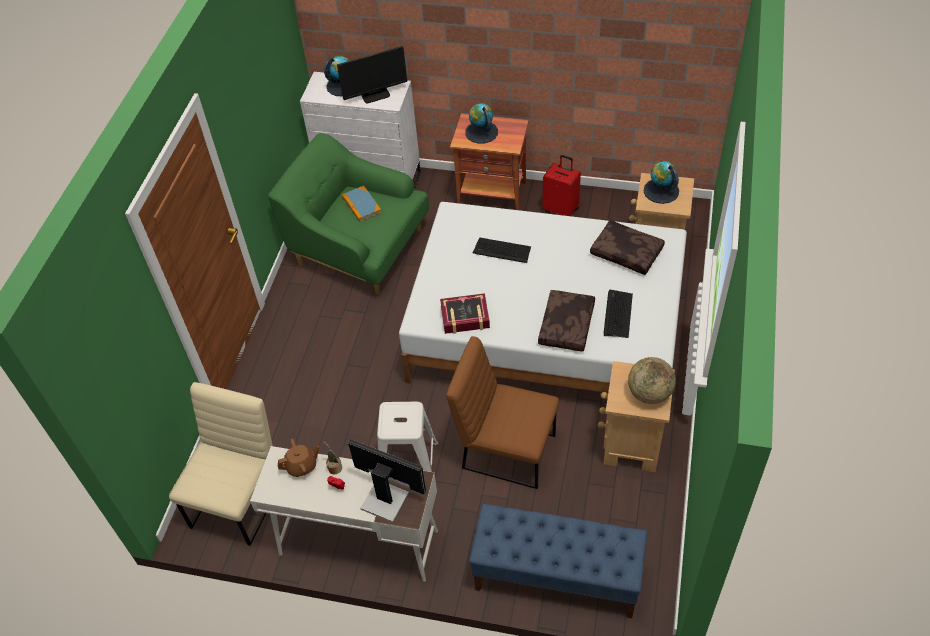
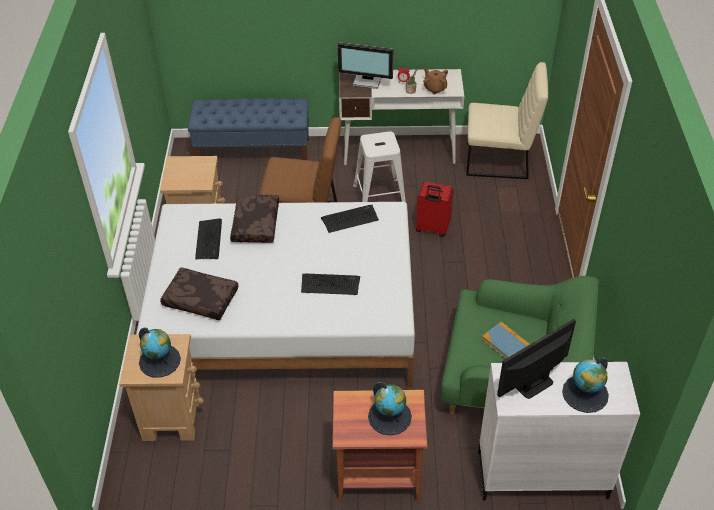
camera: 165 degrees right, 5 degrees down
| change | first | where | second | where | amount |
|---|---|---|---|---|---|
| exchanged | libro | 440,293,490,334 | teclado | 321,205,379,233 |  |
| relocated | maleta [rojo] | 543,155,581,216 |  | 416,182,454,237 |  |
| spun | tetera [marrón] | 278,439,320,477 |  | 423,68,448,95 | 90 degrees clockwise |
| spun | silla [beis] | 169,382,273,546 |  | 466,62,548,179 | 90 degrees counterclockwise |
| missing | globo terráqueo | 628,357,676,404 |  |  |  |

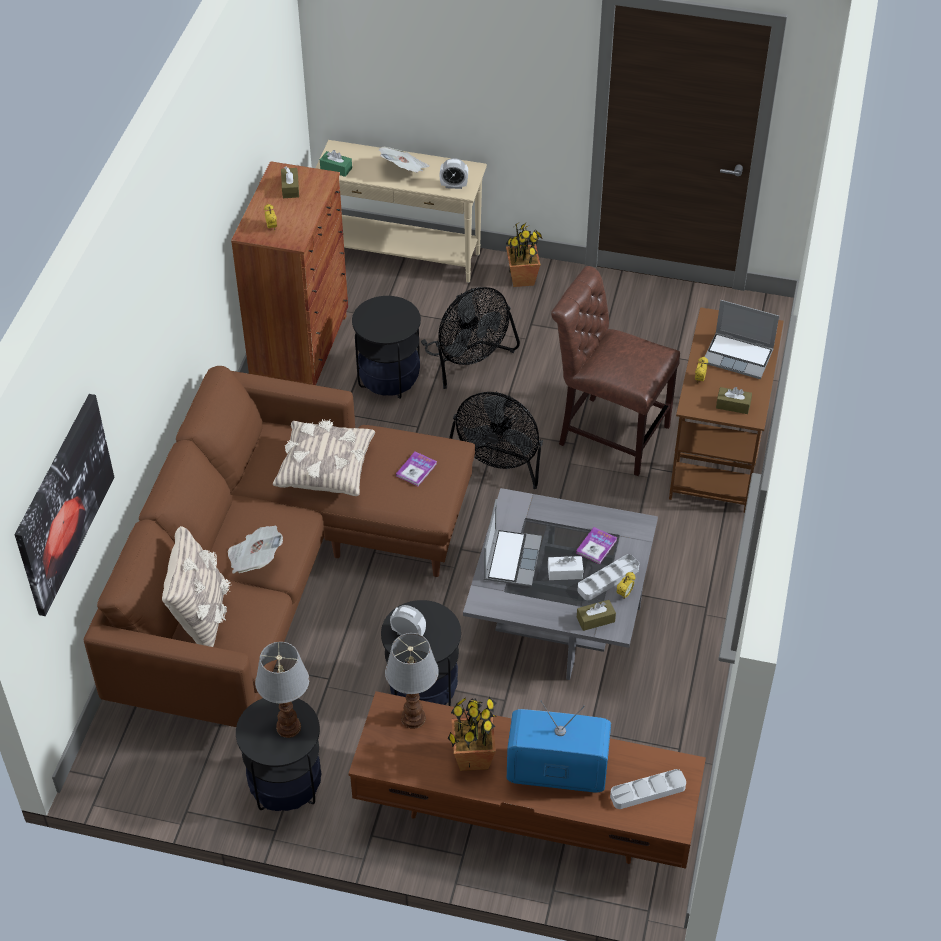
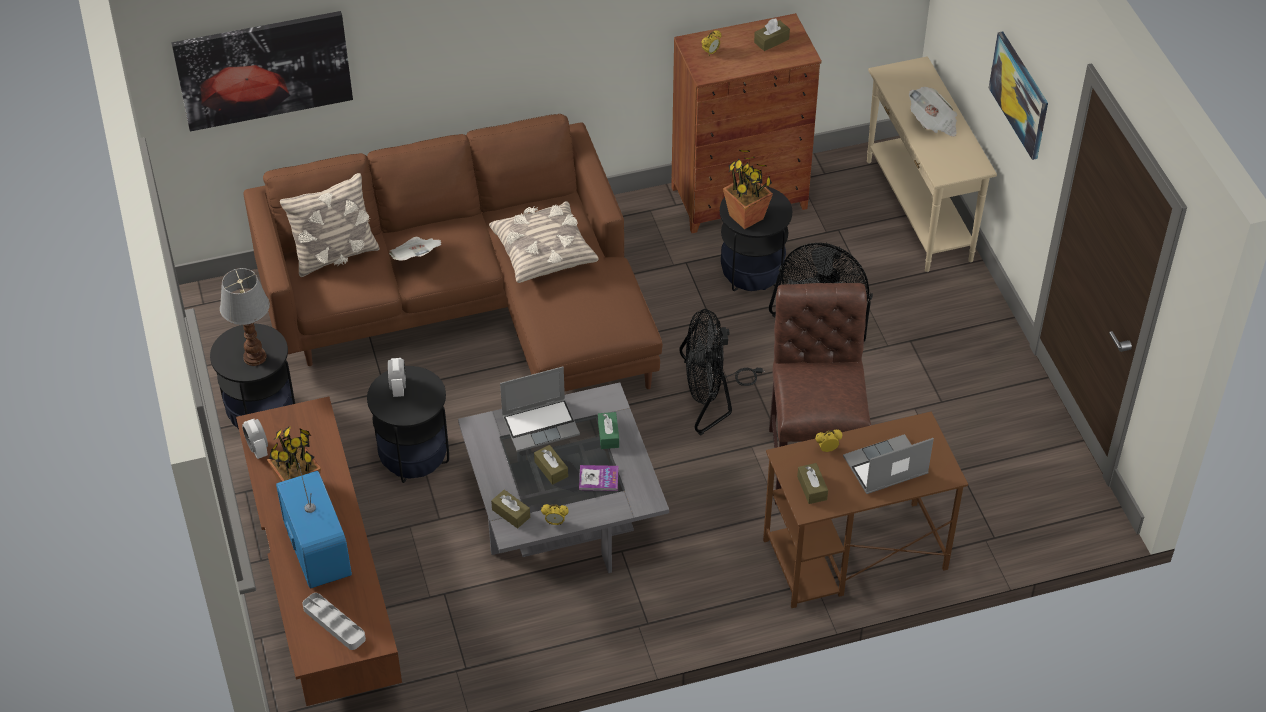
camera: 60 degrees right, 0 degrees up
| change | first | where | second | where | amount |
|---|---|---|---|---|---|
| relocated | despertador | 439,158,468,189 |  | 242,419,268,459 |  |
| colour | caja de pañuelos [blanco] | 548,556,583,580 | caja de pañuelos [marrón] | 534,445,568,485 |  |
| relocated | caja de pañuelos [verde] | 320,150,352,177 |  | 598,412,619,449 |  |
| relocated | planta en maceta | 506,223,542,287 |  | 723,150,773,229 |  |
| spun | portátil | 704,300,779,379 |  | 843,434,934,494 | 75 degrees clockwise |
| appeared |  |  | cuadro | 989,31,1048,160 |  |
| missing | lámpara de mesa | 385,633,439,729 |  |  |  |
| missing | libro | 396,451,437,486 |  |  |  |
| missing | bandeja [gris] | 577,554,639,600 |  |  |  |

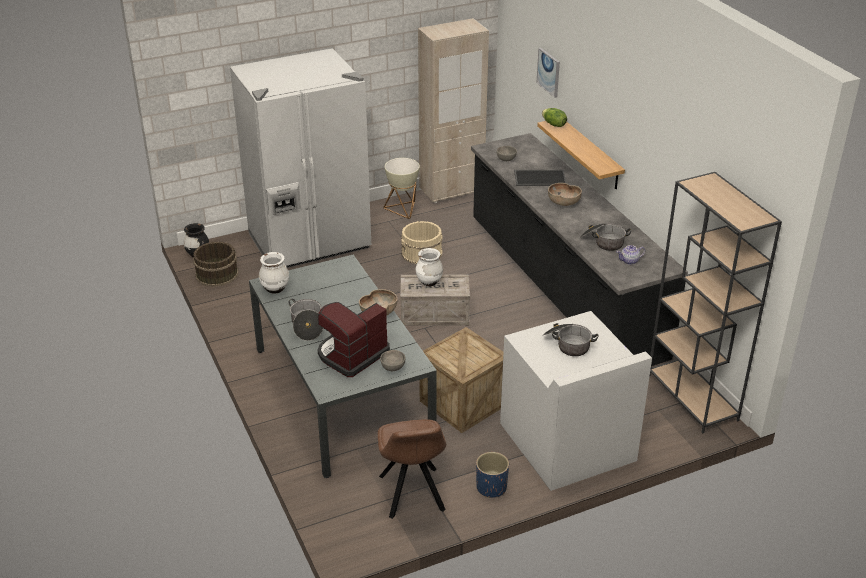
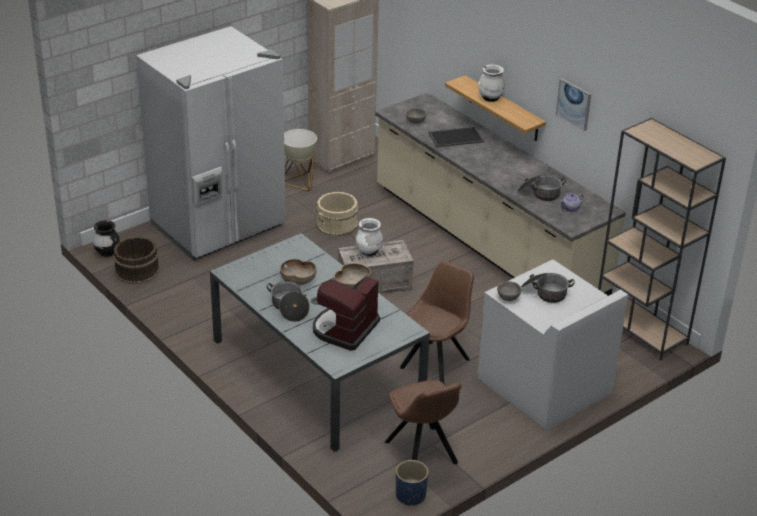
camera: 15 degrees left, 0 degrees up
| change | first | where | second | where | amount |
|---|---|---|---|---|---|
| relocated | cuenco [marrón] | 548,183,582,206 |  | 280,259,316,285 |  |
| colour | mueble bajo de cocina [negro] | 471,133,688,366 | mueble bajo de cocina [beis] | 375,92,626,296 |  |
| relocated | maceta [azul] | 476,452,509,498 |  | 396,460,429,506 |  |
| exchanged | caja de embalaje | 419,327,503,433 | silla [marrón] | 400,261,474,383 |  |
| relocated | florero [blanco] | 259,252,289,294 |  | 478,64,505,102 |  |
| relocated | cuenco [gris] | 380,350,405,371 |  | 497,281,521,301 |  |
| relocated | cuadro | 536,48,560,98 |  | 556,78,591,131 |  |
| missing | lechuga | 542,108,567,127 |  |  |  |

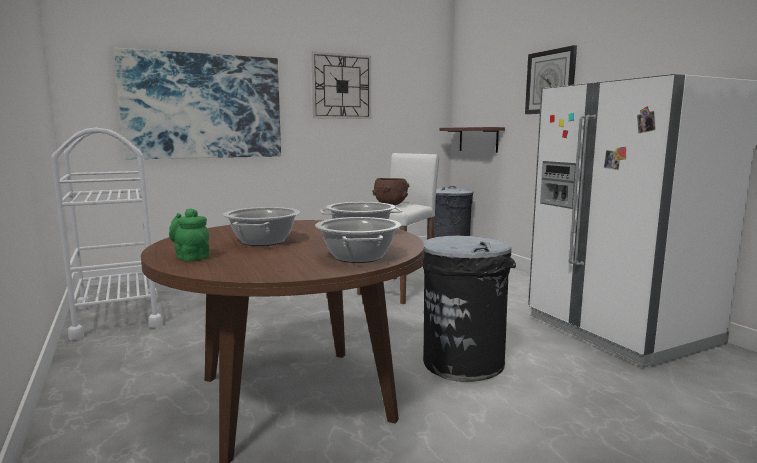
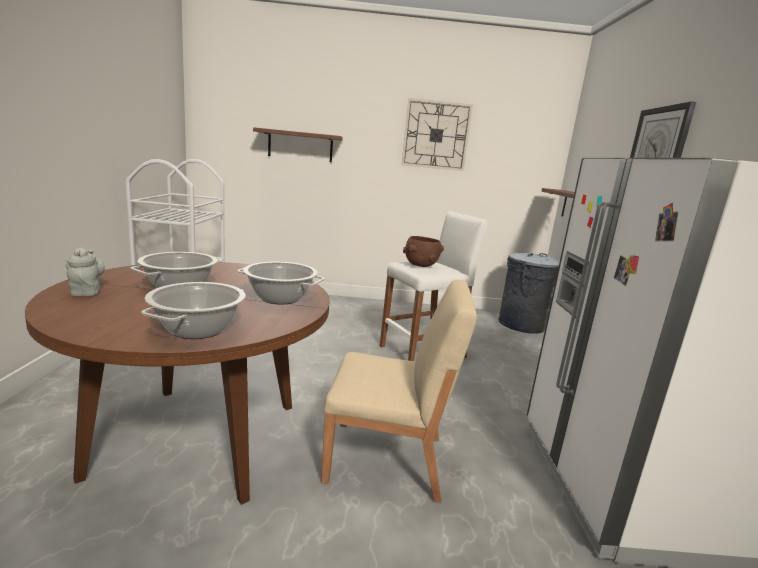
camera: 25 degrees right, 5 degrees up
| change | first | where | second | where | amount |
|---|---|---|---|---|---|
| colour | tetera [verde] | 169,208,210,261 | tetera [gris] | 66,247,105,296 |  |
| exchanged | cuadro | 114,48,281,159 | estante | 253,127,343,162 |  |
| exchanged | papelera [negro] | 422,235,516,382 | silla [beis] | 321,280,477,503 |  |

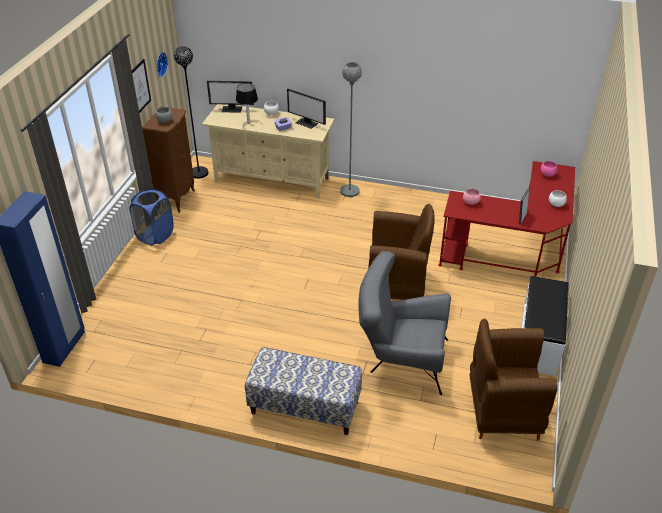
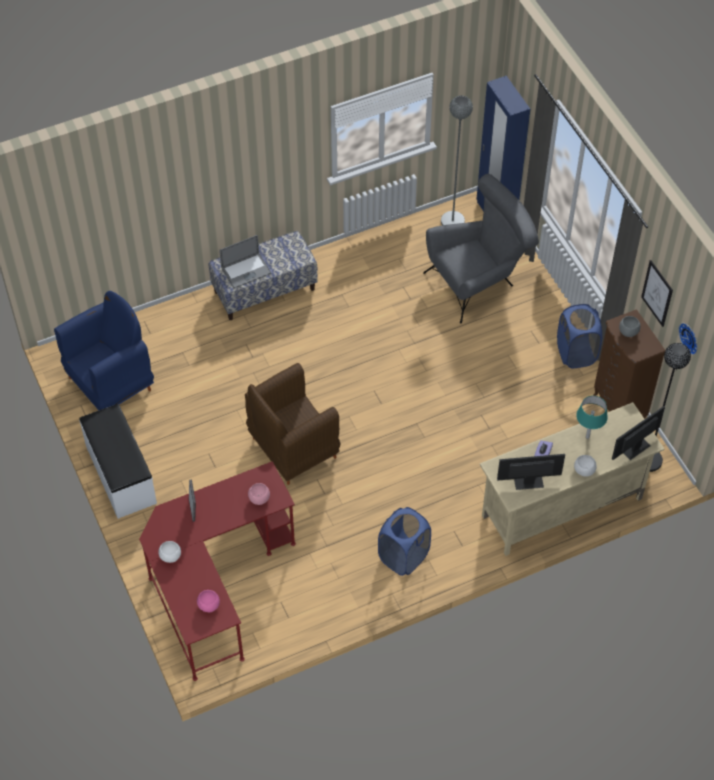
camera: 140 degrees right, 15 degrees up
| change | first | where | second | where | amount |
|---|---|---|---|---|---|
| colour | sillón [marrón] | 470,319,558,440 | sillón [azul] | 54,291,154,410 |  |
| appeared |  |  | portátil | 219,235,271,289 |  |
| appeared |  |  | cesto de la ropa [azul] | 378,507,431,576 |  |
| relocated | sillón [gris] | 358,251,451,395 |  | 423,174,539,324 |  |
| relocated | lámpara de pie [gris] | 340,62,362,197 |  | 441,95,473,225 |  |
| colour | lámpara de mesa [negro] | 236,83,258,124 | lámpara de mesa [turquesa] | 576,396,608,439 |  |

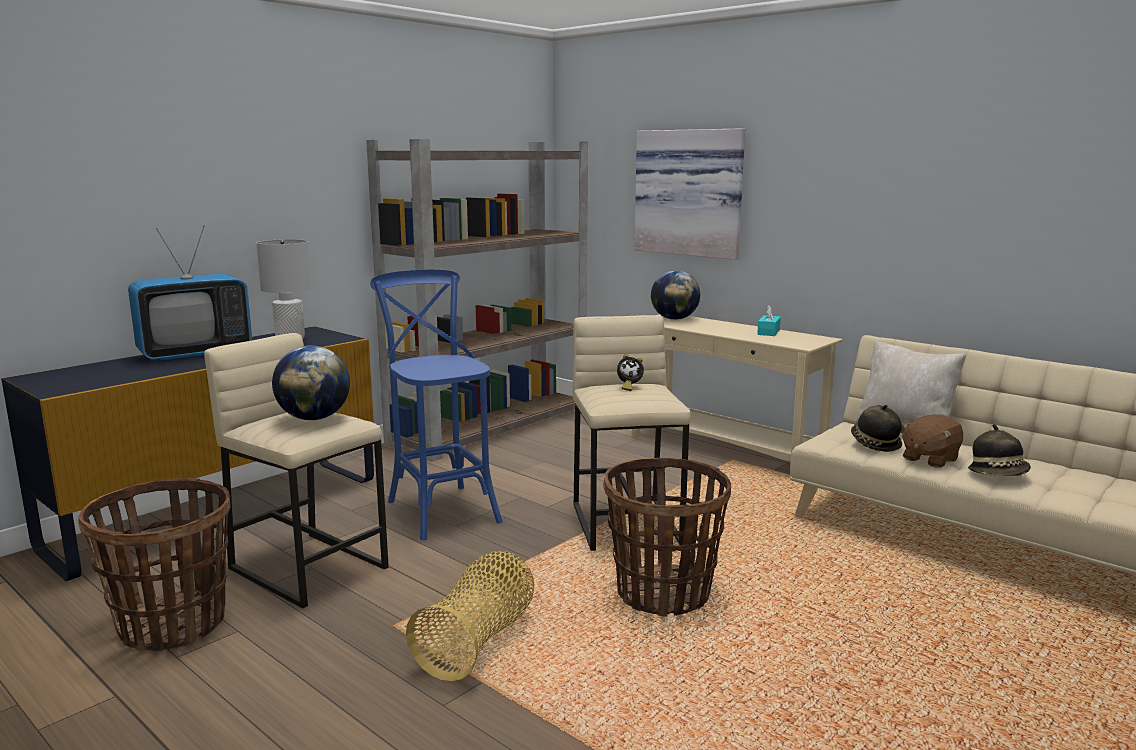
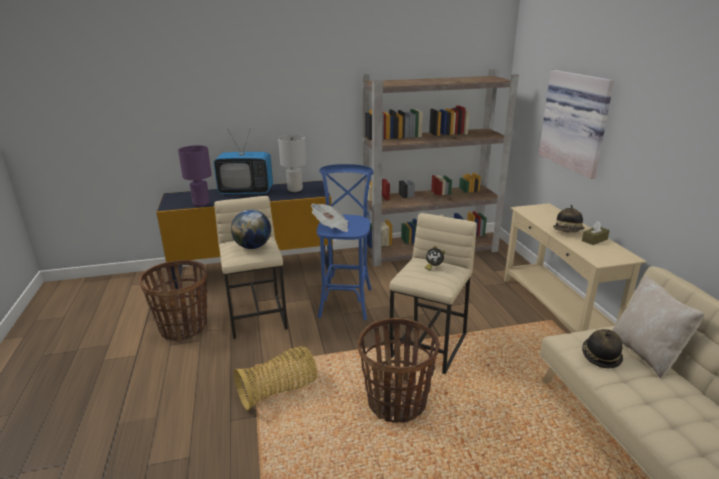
camera: 35 degrees right, 10 degrees up
| change | first | where | second | where | amount |
|---|---|---|---|---|---|
| appeared |  |  | lámpara de mesa [morado] | 178,145,212,207 |  |
| appeared |  |  | periódico | 311,204,348,232 |  |
| relocated | sombrero | 968,424,1031,476 |  | 553,205,585,233 |  |
| colour | caja de pañuelos [turquesa] | 757,305,781,336 | caja de pañuelos [marrón] | 582,221,610,245 |  |
| missing | globo terráqueo | 651,270,700,320 |  |  |  |
| missing | peluche [marrón] | 901,414,963,468 |  |  |  |

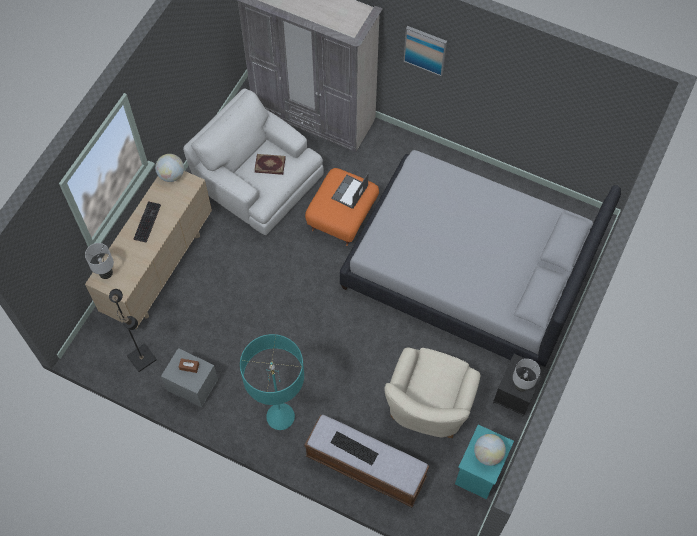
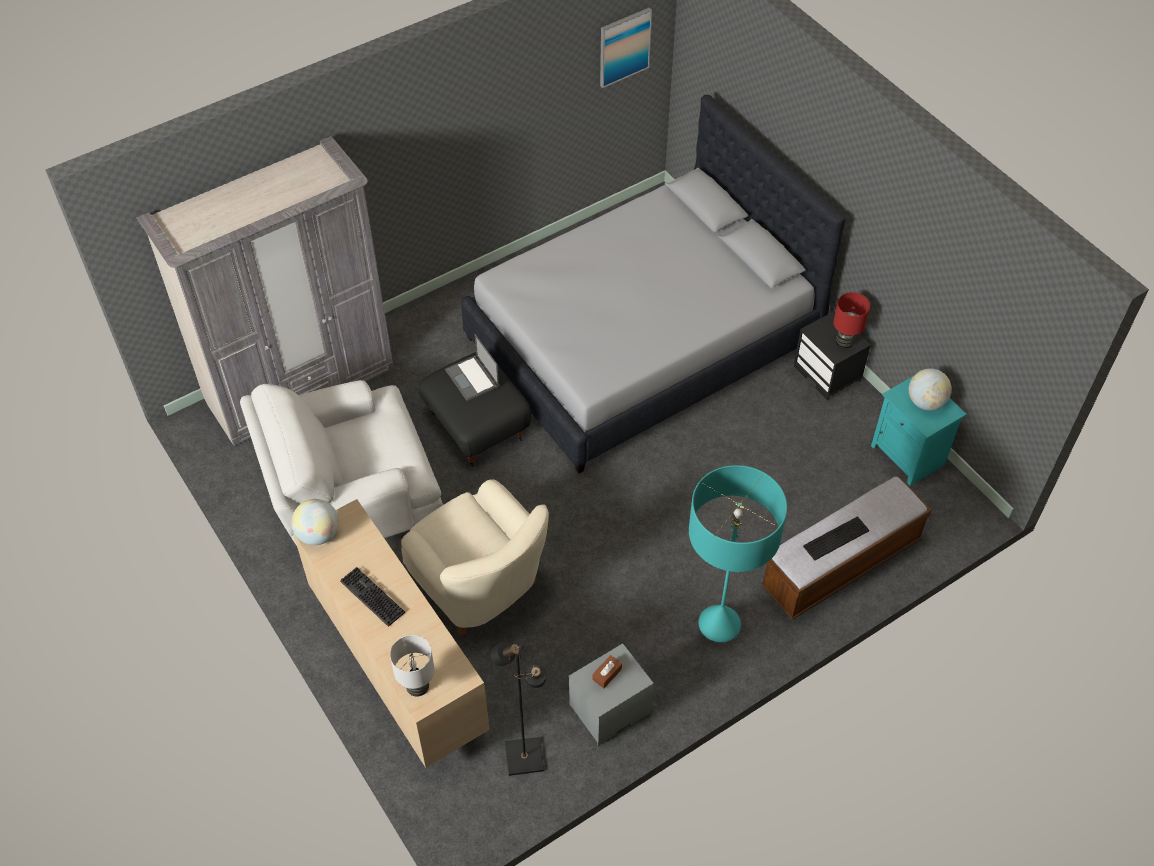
camera: 60 degrees left, 10 degrees down
| change | first | where | second | where | amount |
|---|---|---|---|---|---|
| relocated | sillón [beis] | 384,348,480,438 |  | 401,479,549,635 |  |
| colour | puf [naranja] | 305,168,379,246 | puf [negro] | 418,352,531,467 |  |
| relocated | cuadro | 404,26,447,76 |  | 600,7,652,88 |  |
| colour | lámpara de mesa [gris] | 513,359,540,392 | lámpara de mesa [rojo] | 833,292,870,348 |  |
| missing | libro | 254,154,286,175 |  |  |  |

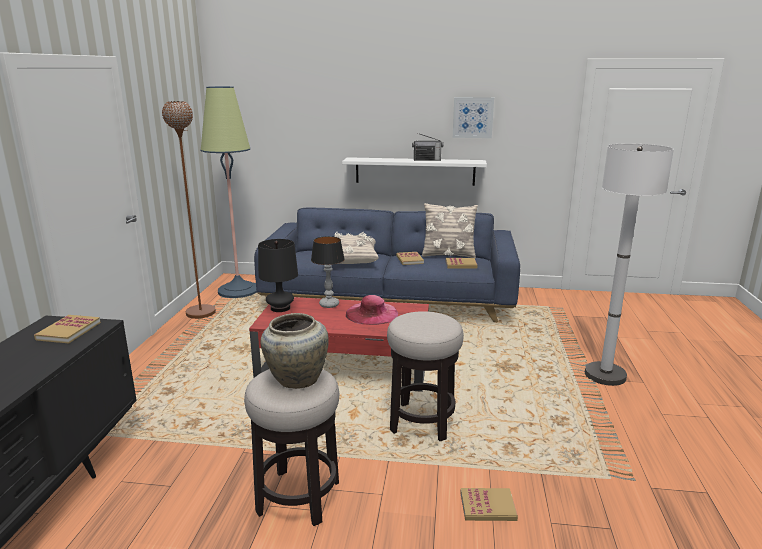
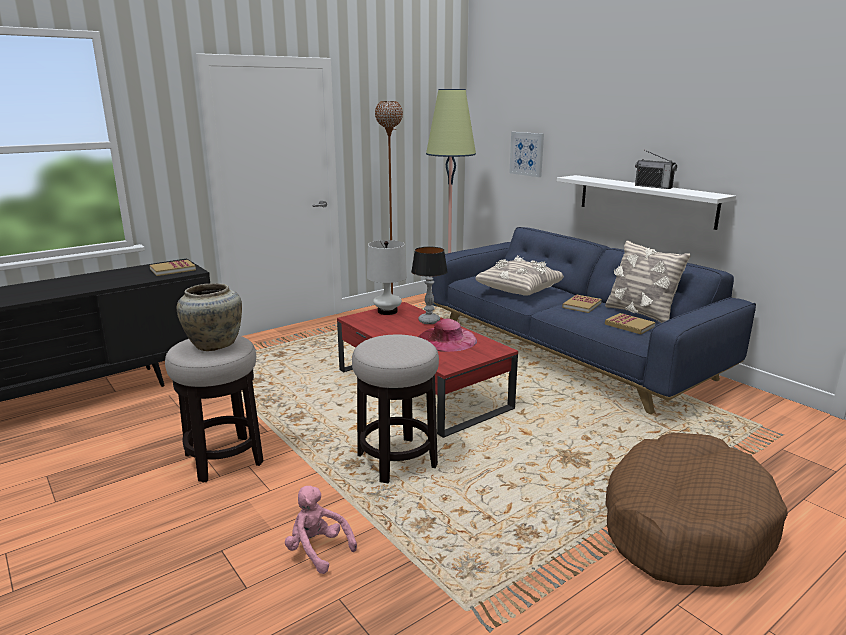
camera: 45 degrees right, 0 degrees up
| change | first | where | second | where | amount |
|---|---|---|---|---|---|
| exchanged | libro | 461,488,518,521 | peluche [rosa] | 285,486,357,574 |  |
| colour | lámpara de mesa [negro] | 258,239,298,312 | lámpara de mesa [blanco] | 367,240,407,315 |  |
| relocated | cuadro | 453,97,494,138 |  | 509,132,544,177 |  |
| exchanged | lámpara de pie [blanco] | 585,144,674,386 | cama para perro [marrón] | 605,433,788,587 |  |

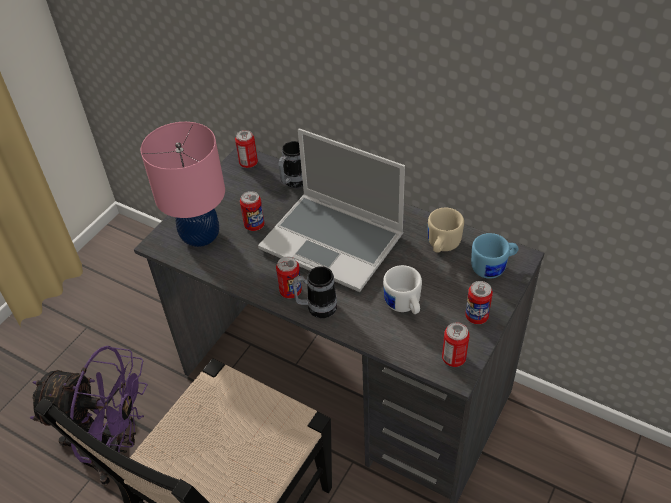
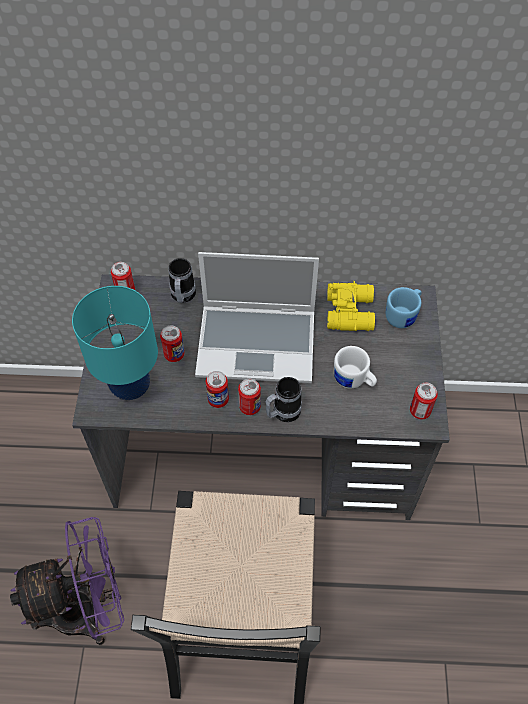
camera: 30 degrees left, 10 degrees up
| change | first | where | second | where | amount |
|---|---|---|---|---|---|
| colour | lámpara de mesa [rosa] | 141,122,225,247 | lámpara de mesa [turquesa] | 72,286,158,400 |  |
| relocated | lata | 465,281,493,324 |  | 206,371,229,408 |  |
| exchanged | taza grande [beis] | 428,208,464,253 | prismáticos [amarillo] | 327,281,375,331 |  |

